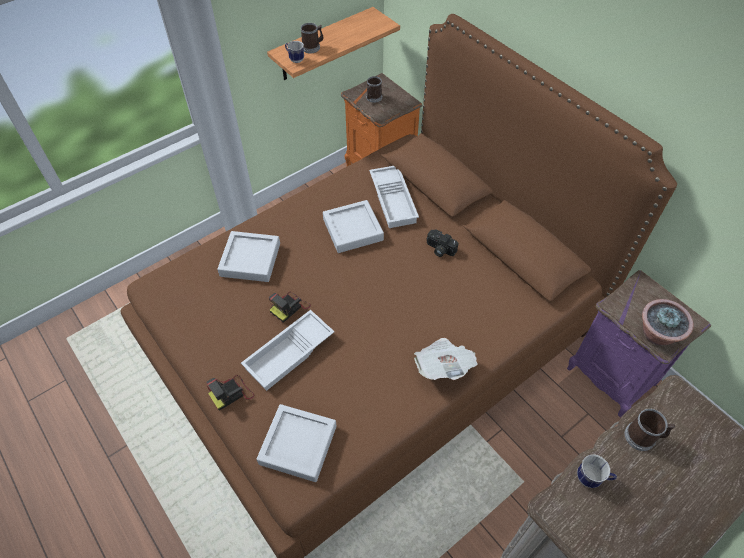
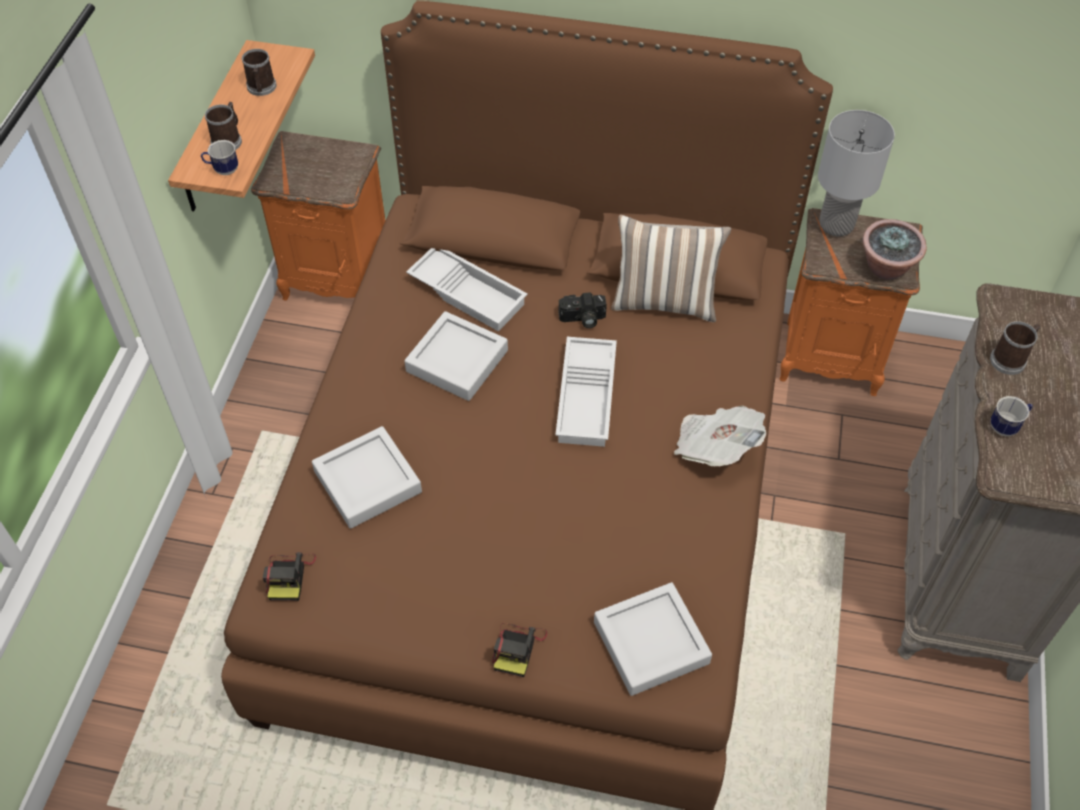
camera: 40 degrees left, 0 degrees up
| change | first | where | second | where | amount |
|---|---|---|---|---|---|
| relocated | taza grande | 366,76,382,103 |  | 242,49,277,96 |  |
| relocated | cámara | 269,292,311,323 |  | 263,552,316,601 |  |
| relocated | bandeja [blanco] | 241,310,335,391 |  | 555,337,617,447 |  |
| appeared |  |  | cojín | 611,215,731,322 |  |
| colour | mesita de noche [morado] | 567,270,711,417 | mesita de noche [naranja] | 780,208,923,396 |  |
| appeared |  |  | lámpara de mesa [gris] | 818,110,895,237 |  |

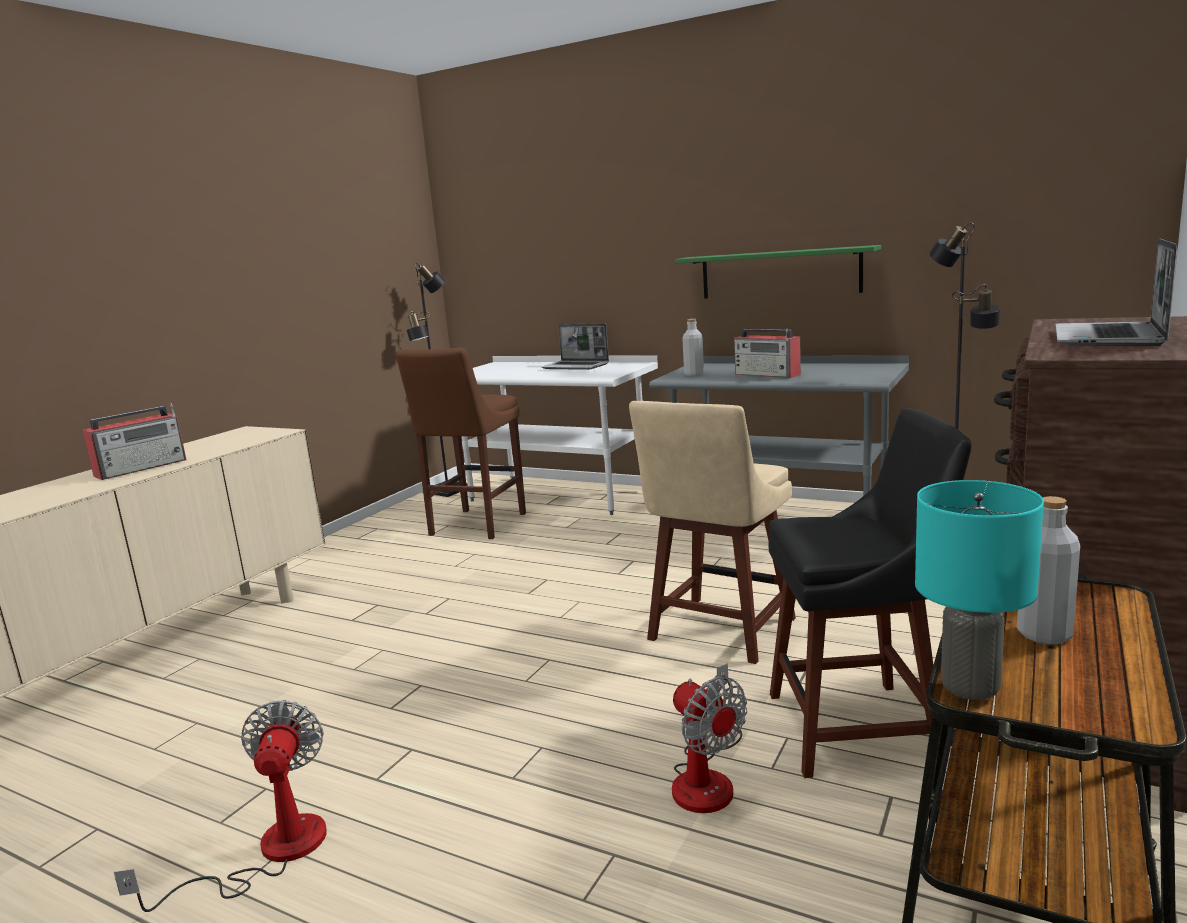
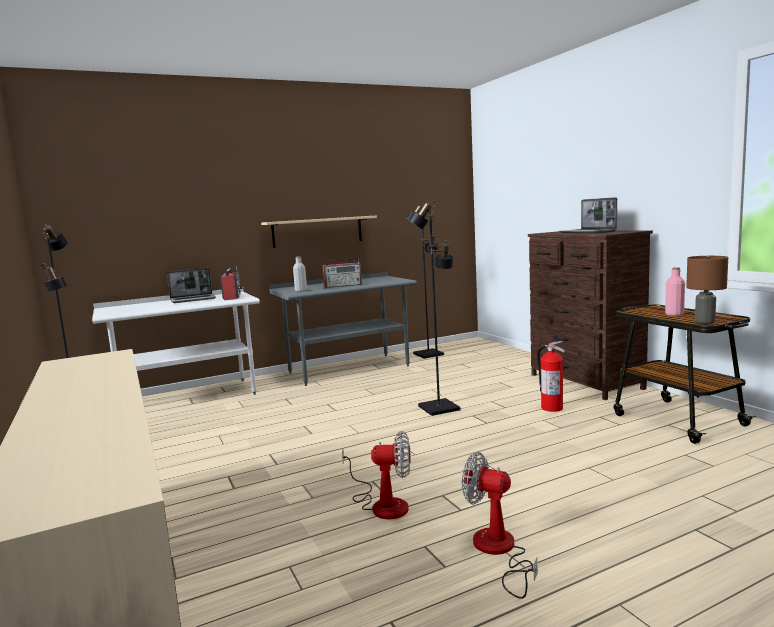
camera: 55 degrees left, 5 degrees down
| change | first | where | second | where | amount |
|---|---|---|---|---|---|
| relocated | radio | 82,403,186,480 |  | 220,266,243,300 |  |
| colour | estante [verde] | 675,245,881,299 | estante [beis] | 261,216,377,248 |  |
| relocated | ventilador | 672,663,747,813 |  | 342,431,411,519 |  |
| exchanged | silla [beis] | 629,401,796,664 | lámpara de pie [negro] | 408,201,460,416 |  |
| exchanged | silla [negro] | 769,408,972,778 | extintor | 537,341,565,412 |  |
| colour | botella [gris] | 1017,496,1080,644 | botella [rosa] | 665,267,685,316 |  |
| colour | lámpara de mesa [turquesa] | 915,480,1044,700 | lámpara de mesa [marrón] | 686,256,728,324 |  |
| missing | taburete [marrón] | 396,348,526,539 |  |  |  |

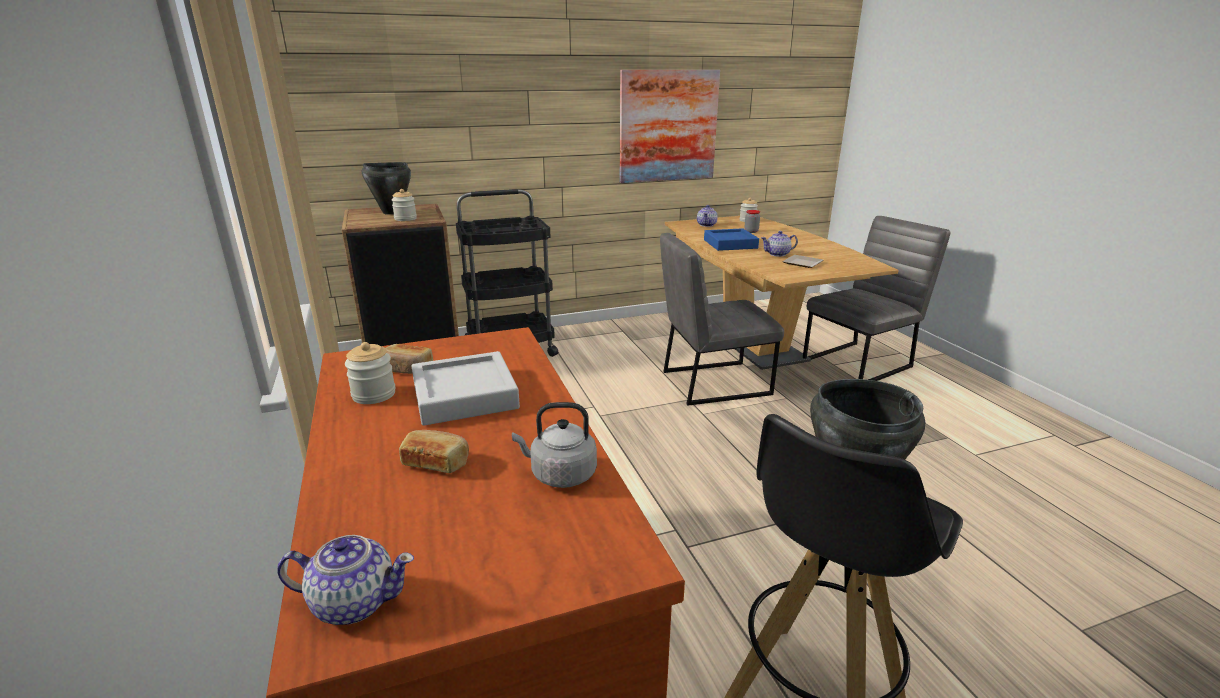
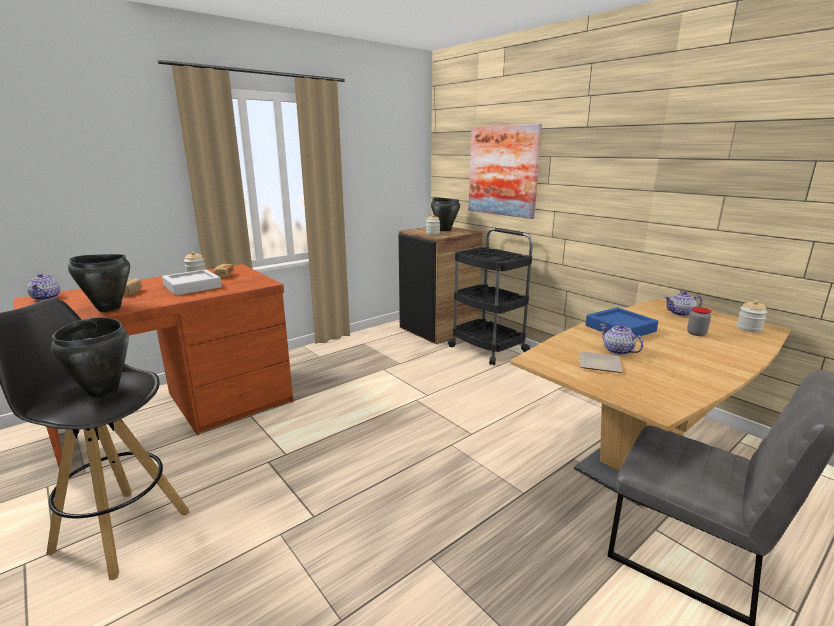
camera: 70 degrees right, 5 degrees down
| change | first | where | second | where | amount |
|---|---|---|---|---|---|
| exchanged | hervidor [gris] | 512,402,597,488 | olla [negro] | 68,254,130,312 |  |
| relocated | cuadro | 620,70,720,183 |  | 469,124,542,219 |  |
| missing | silla [gris] | 660,233,784,406 |  |  |  |

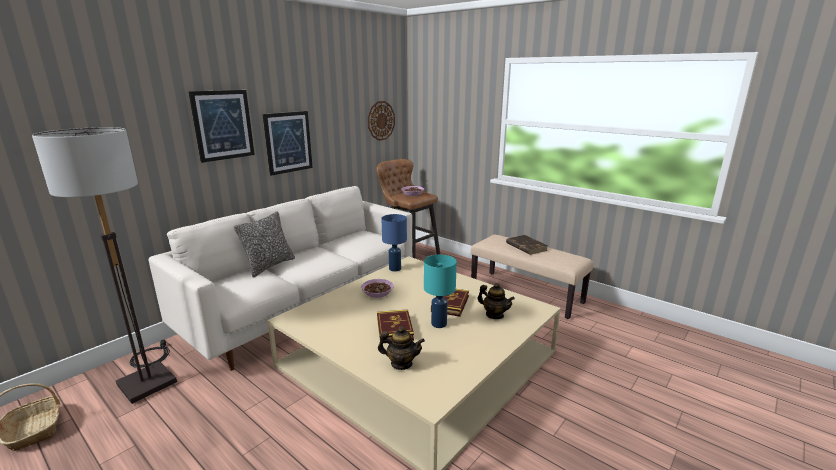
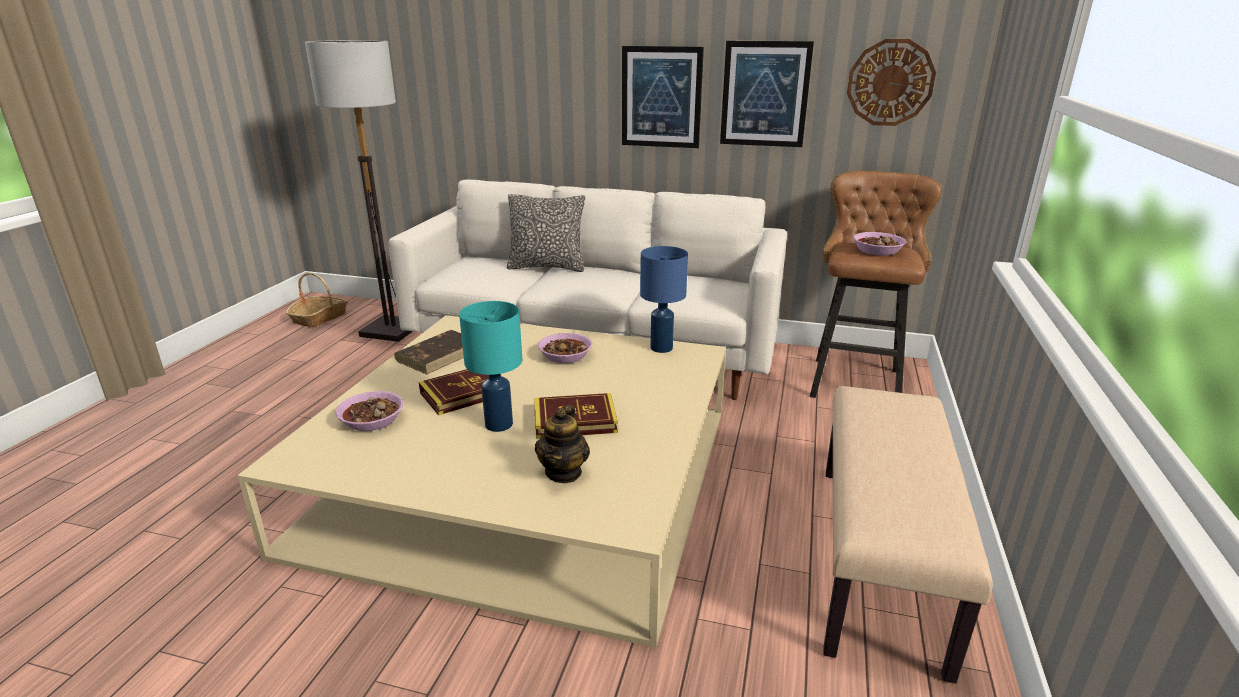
camera: 65 degrees right, 5 degrees up
| change | first | where | second | where | amount |
|---|---|---|---|---|---|
| exchanged | tetera | 378,326,425,370 | cuenco | 335,391,404,431 |  |
| relocated | libro [marrón] | 506,235,548,255 |  | 394,330,464,375 |  |
| relocated | cuadro | 188,90,255,163 |  | 720,41,814,147 |  |

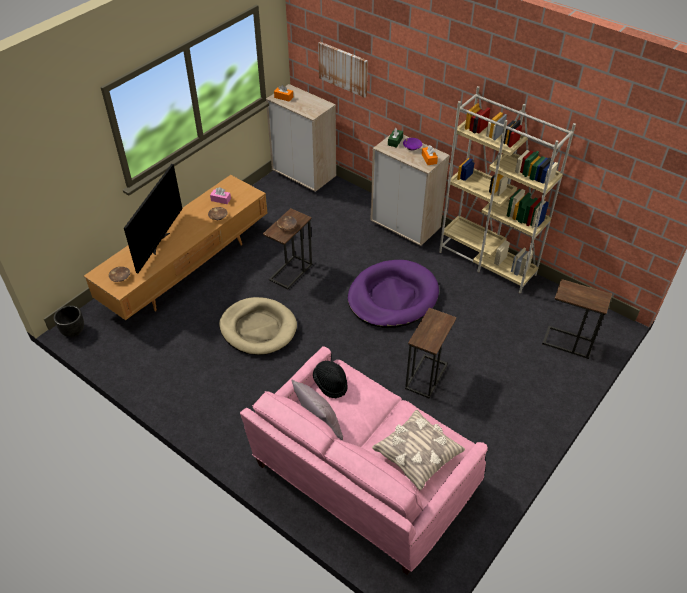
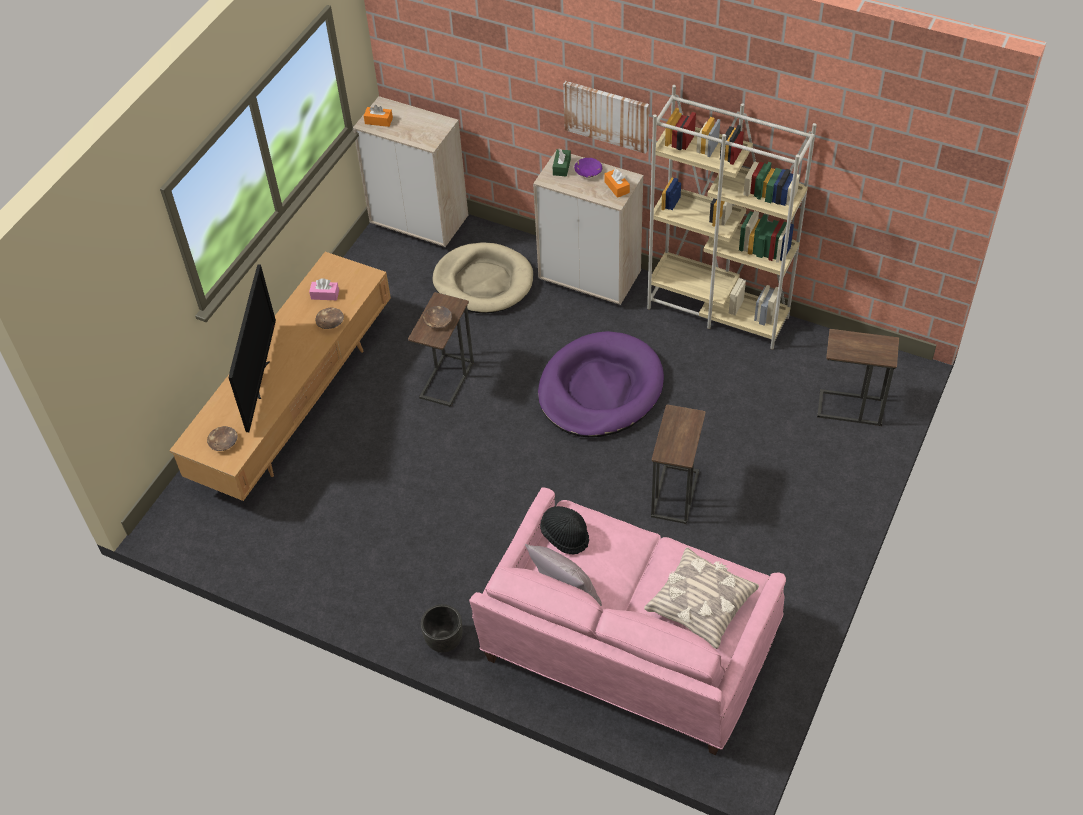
camera: 10 degrees left, 5 degrees up
| change | first | where | second | where | amount |
|---|---|---|---|---|---|
| relocated | maceta [negro] | 54,305,84,337 |  | 421,604,462,652 |  |
| relocated | cama para perro [beis] | 219,297,297,355 |  | 432,242,533,313 |  |
| relocated | cuadro | 318,42,368,98 |  | 563,81,649,154 |  |

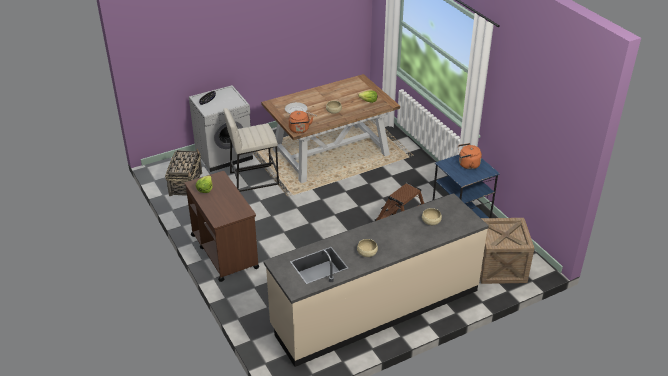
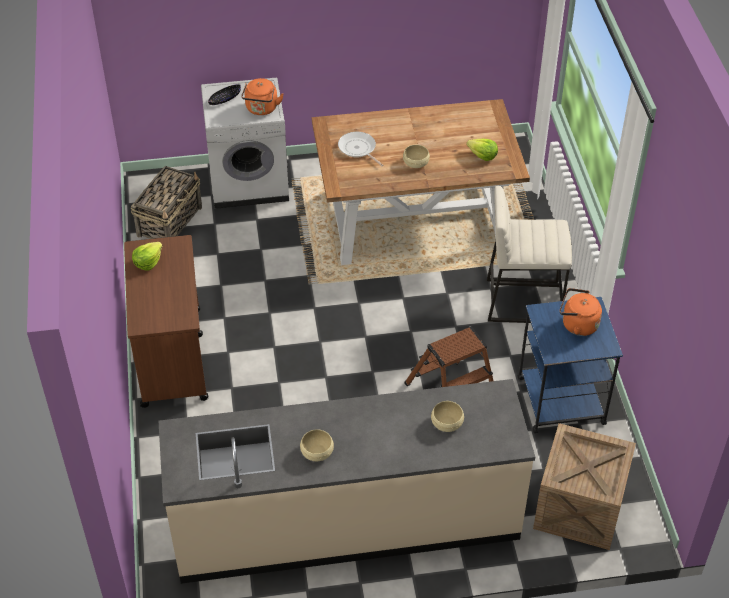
camera: 20 degrees right, 10 degrees up
| change | first | where | second | where | amount |
|---|---|---|---|---|---|
| relocated | hervidor [naranja] | 289,111,313,133 |  | 241,78,284,115 |  |
| relocated | taburete [beis] | 223,108,279,192 |  | 487,186,572,323 |  |

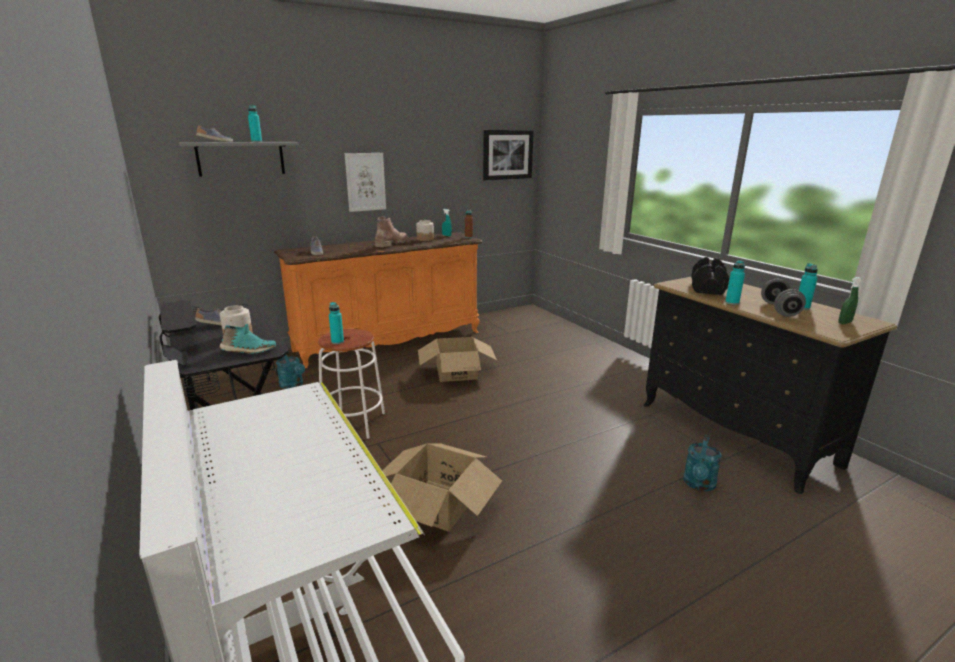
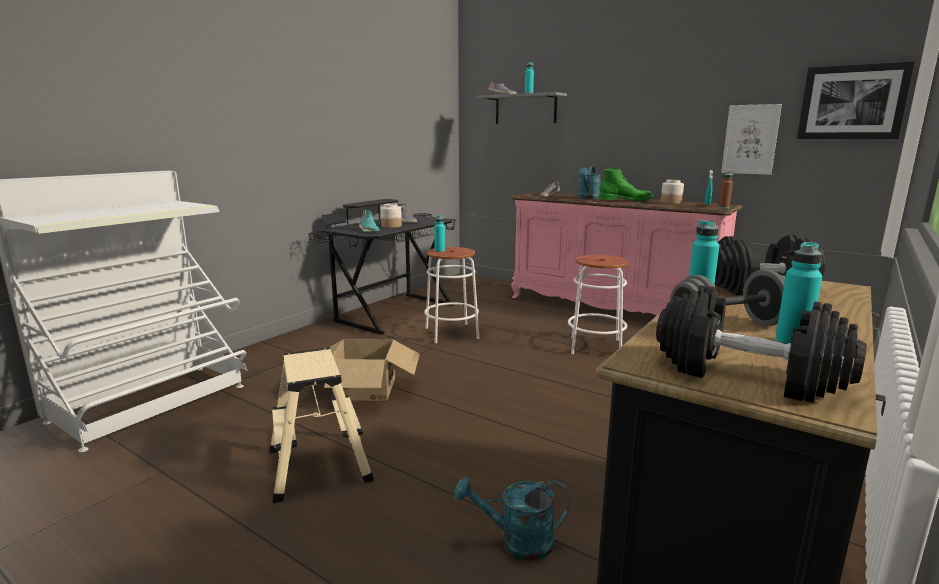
camera: 65 degrees right, 5 degrees down
| change | first | where | second | where | amount |
|---|---|---|---|---|---|
| appeared |  |  | escalera de tijera [beis] | 269,347,374,503 |  |
| colour | armario [naranja] | 274,232,482,368 | armario [rosa] | 511,191,743,315 |  |
| exchanged | caja de cartón | 418,337,497,382 | taburete [blanco] | 568,254,628,354 |  |
| relocated | regadera [turquesa] | 276,355,305,389 |  | 578,166,601,199 |  |
| colour | bota [marrón] | 375,216,408,247 | bota [verde] | 599,168,653,201 |  |
| exchanged | pulverizador [verde] | 838,277,861,324 | mancuerna [negro] | 656,285,867,403 |  |
| relocated | cuadro | 345,153,386,212 |  | 721,104,782,175 |  |

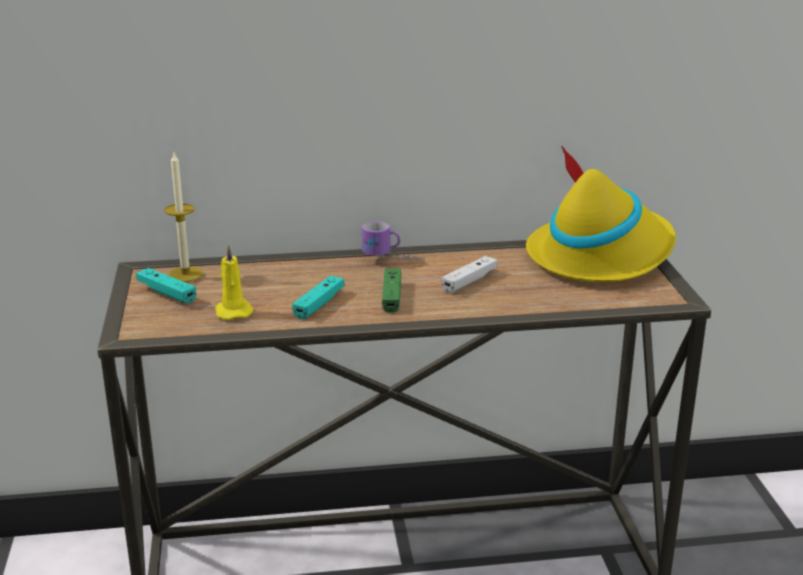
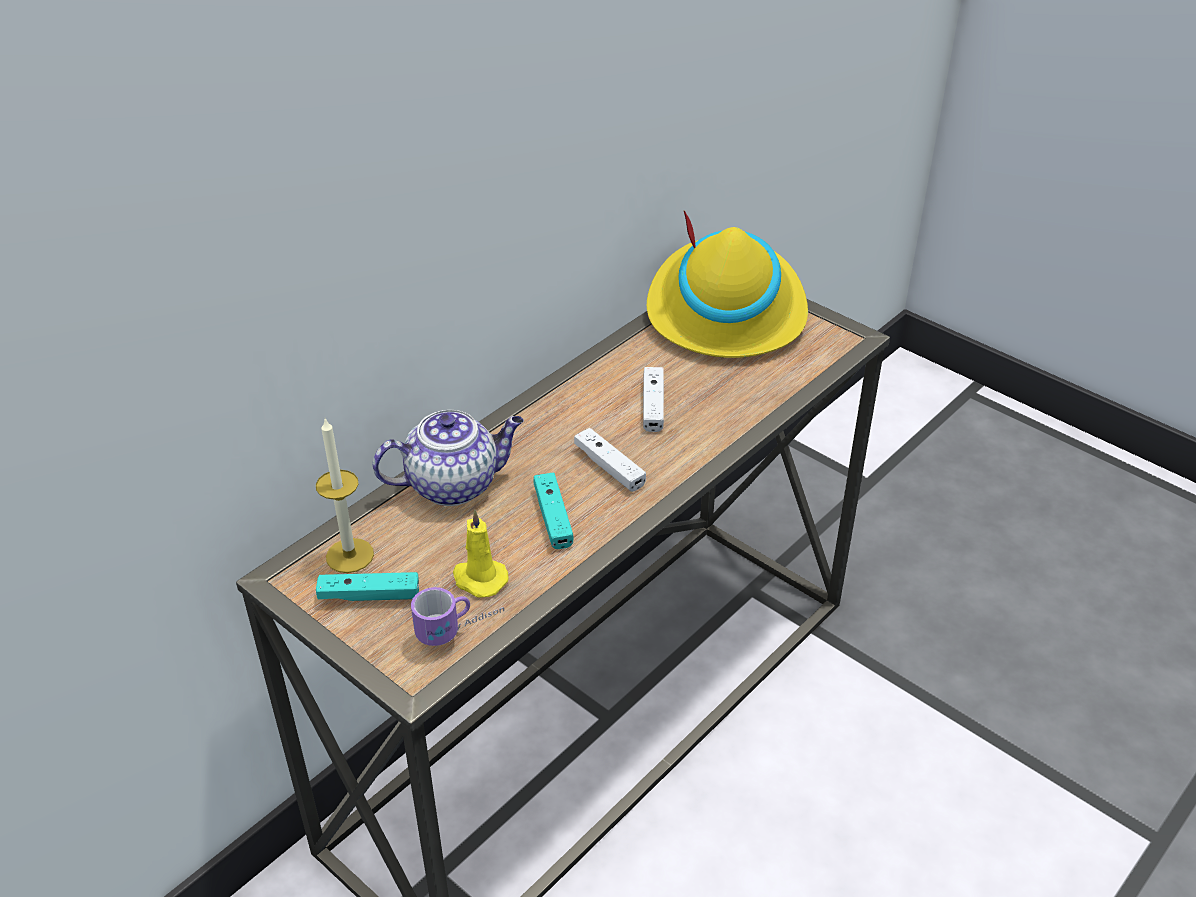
camera: 40 degrees left, 15 degrees up
| change | first | where | second | where | amount |
|---|---|---|---|---|---|
| appeared |  |  | tetera | 372,410,524,506 |  |
| relocated | taza grande | 362,221,424,261 |  | 411,587,504,646 |  |
| colour | mando de consola [verde] | 382,268,401,312 | mando de consola [blanco] | 574,428,646,492 |  |

